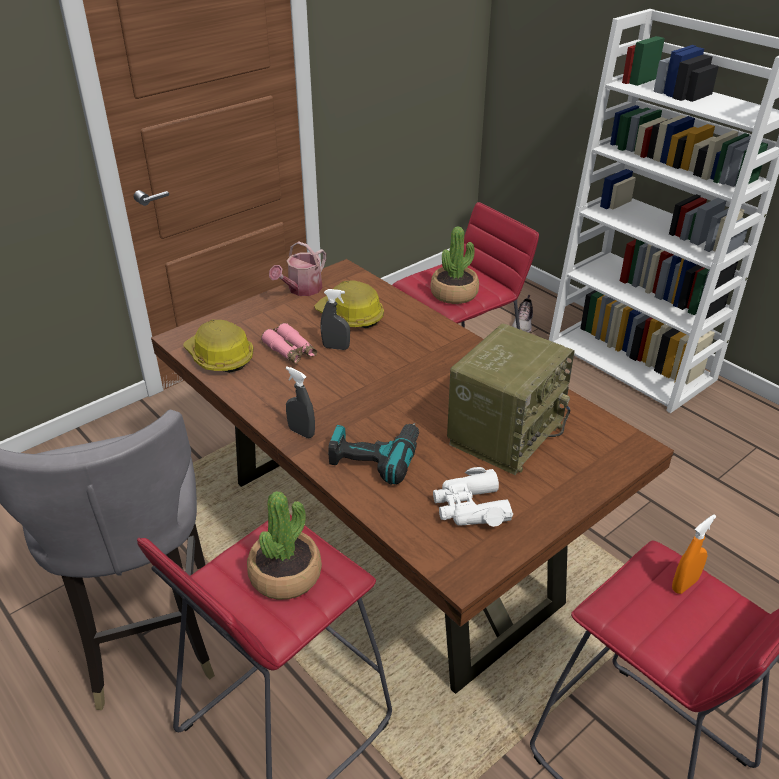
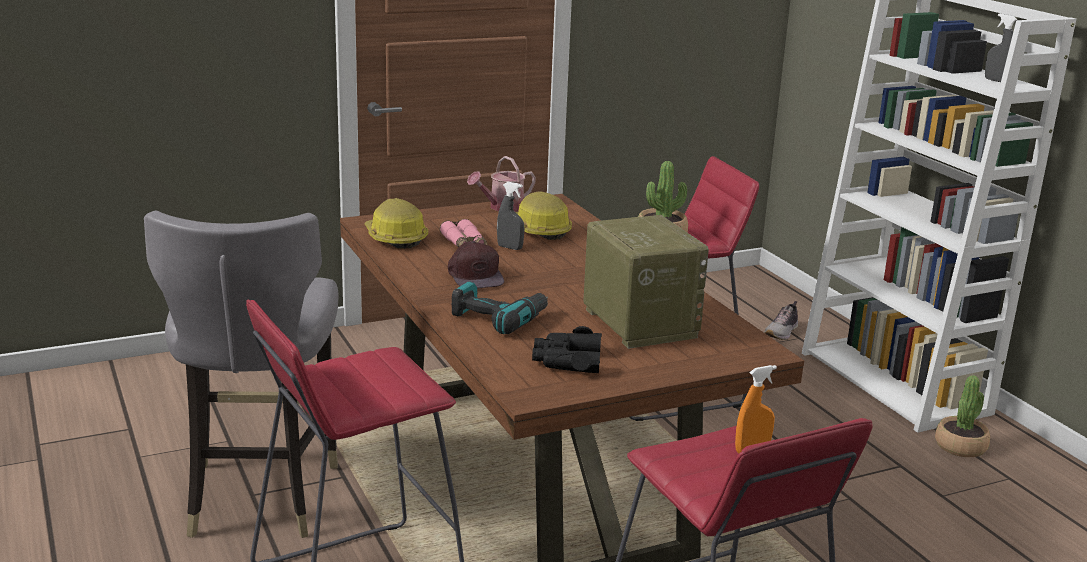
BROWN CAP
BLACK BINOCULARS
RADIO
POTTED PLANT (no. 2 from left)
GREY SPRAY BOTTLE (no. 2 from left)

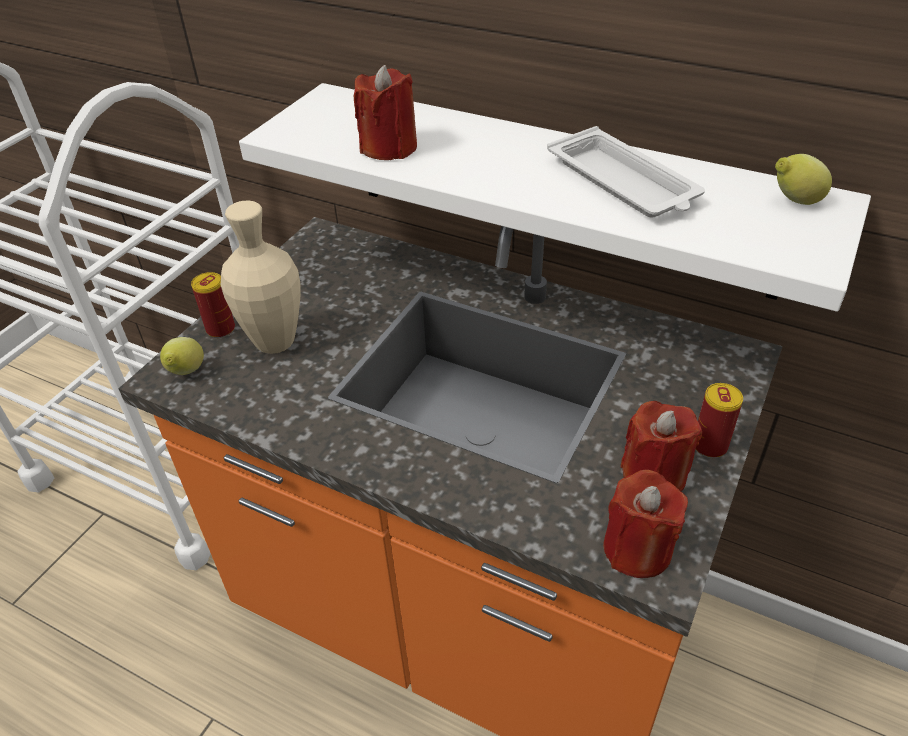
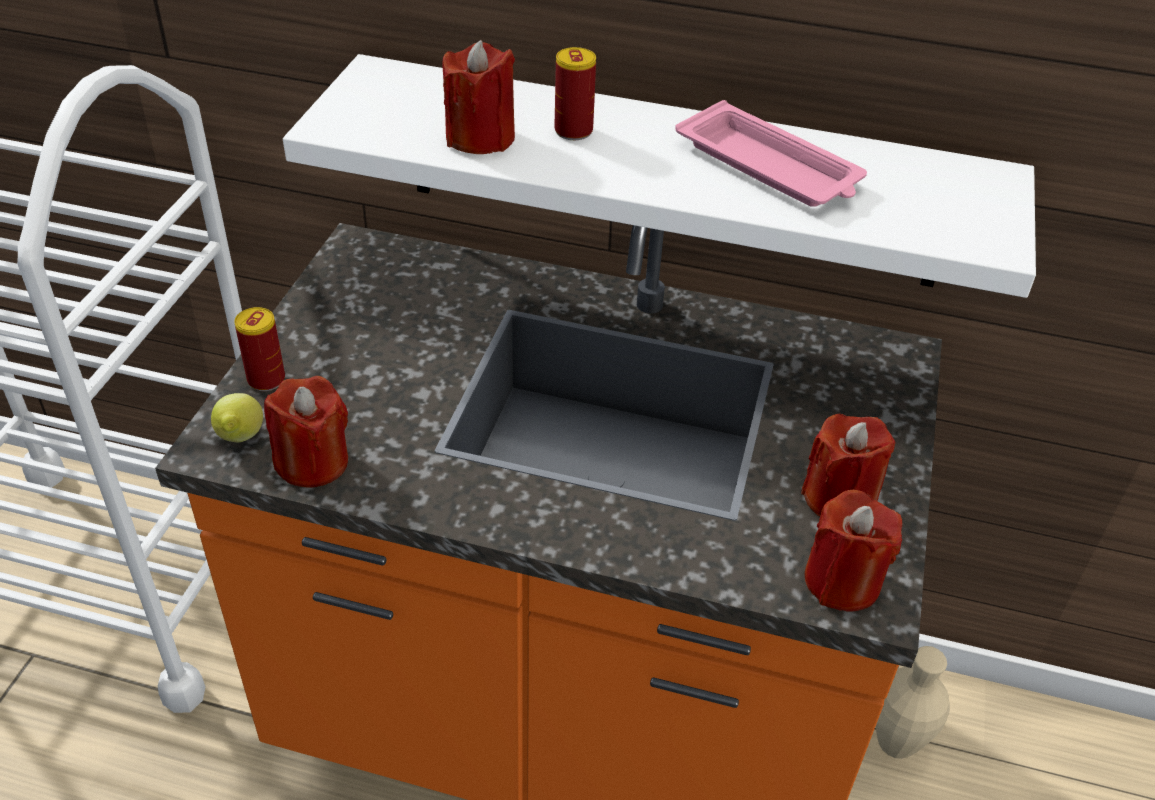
RED CANDLE (no. 1 from left)
CAN (no. 2 from left)
PINK TRAY
BEIGE VASE
LEMON (no. 2 from left in the first image)

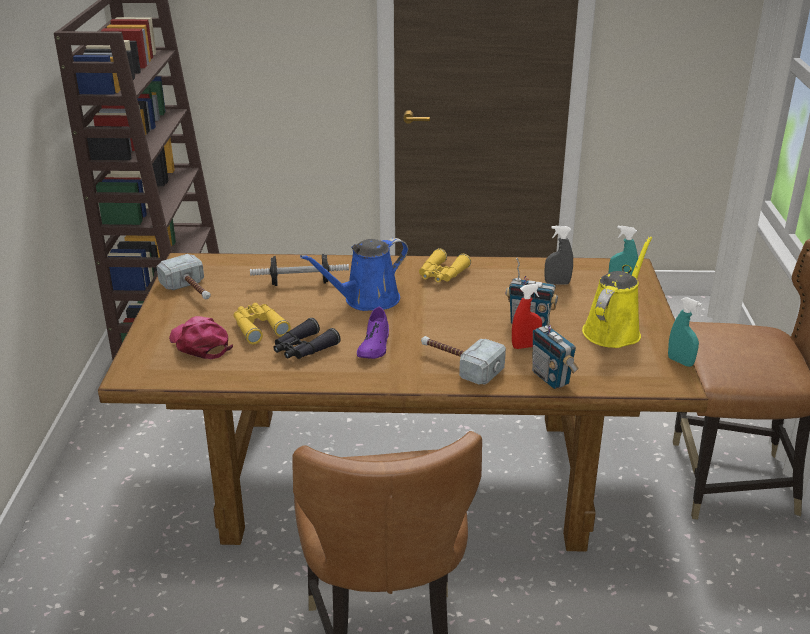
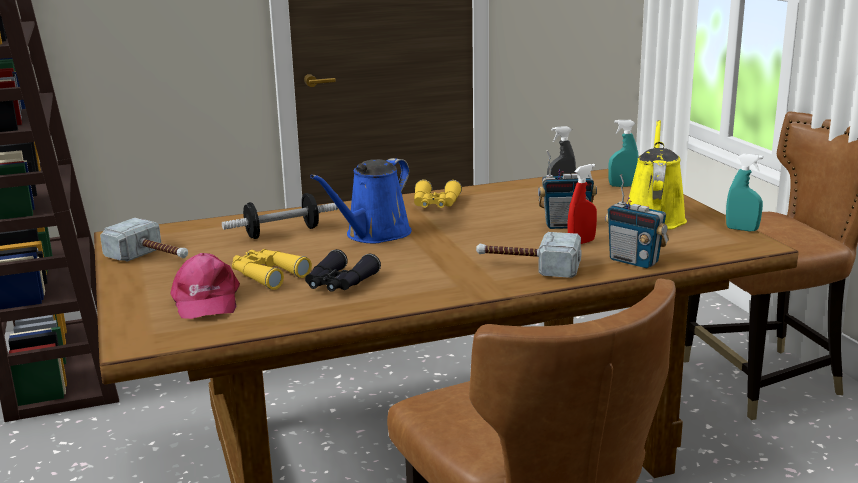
PINK CAP
PURPLE SHOE

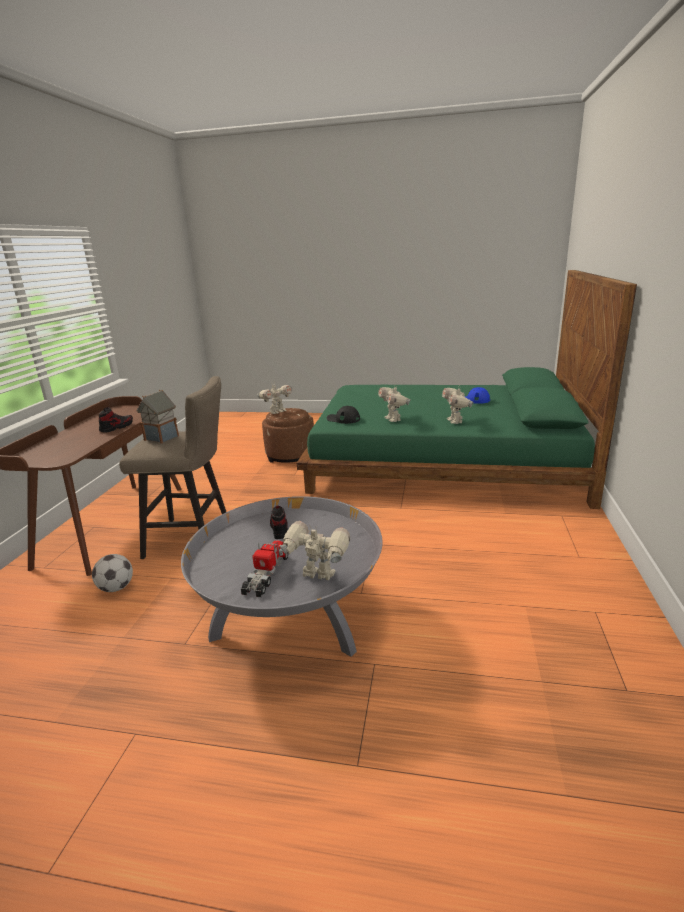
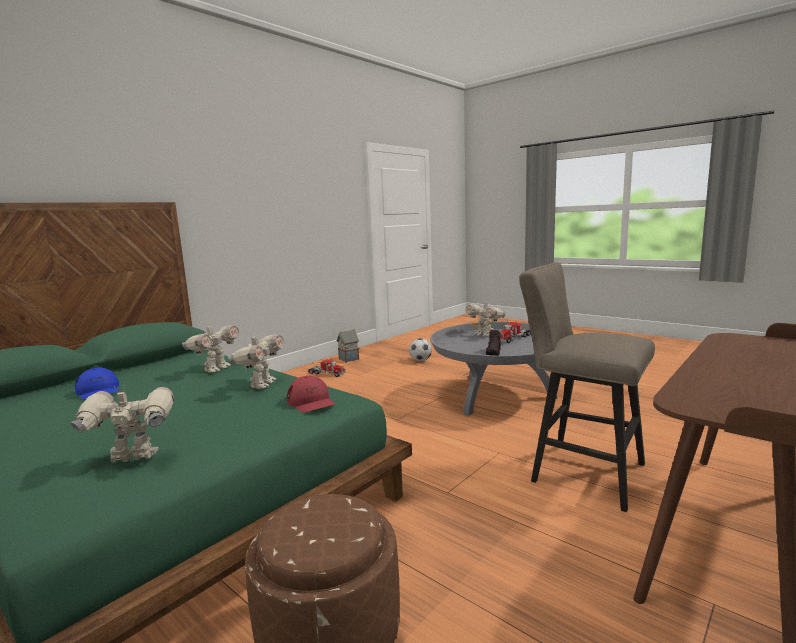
TOY ROBOT (no. 1 from left)
RED CAP
TOY TRUCK (no. 1 from left)
TOY HOUSE
FOOTBALL
SHOE (no. 1 from left in the first image)

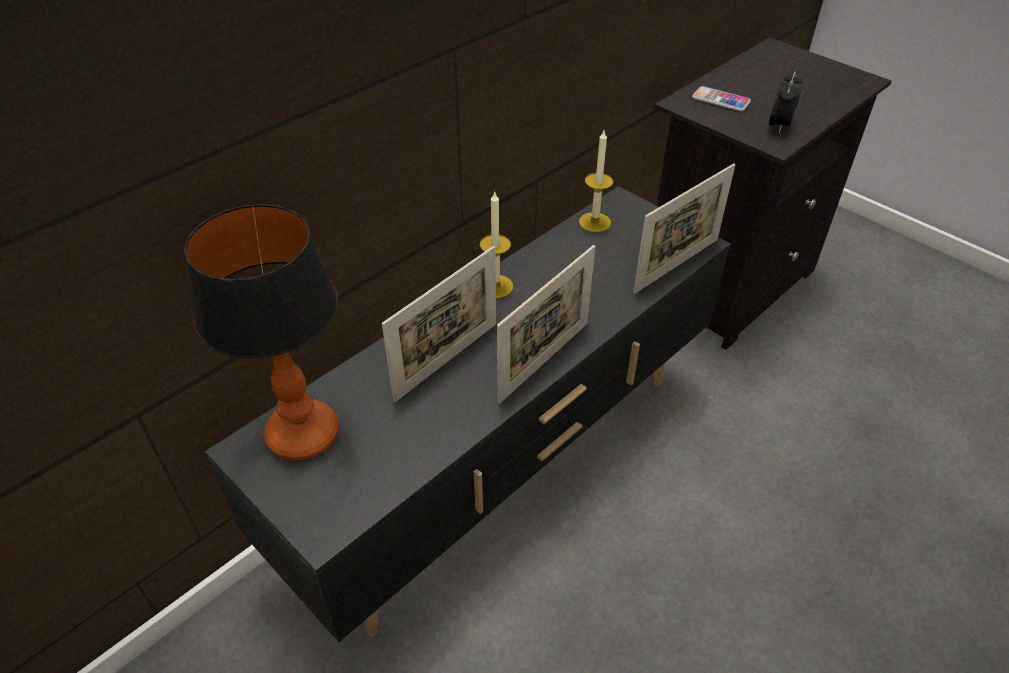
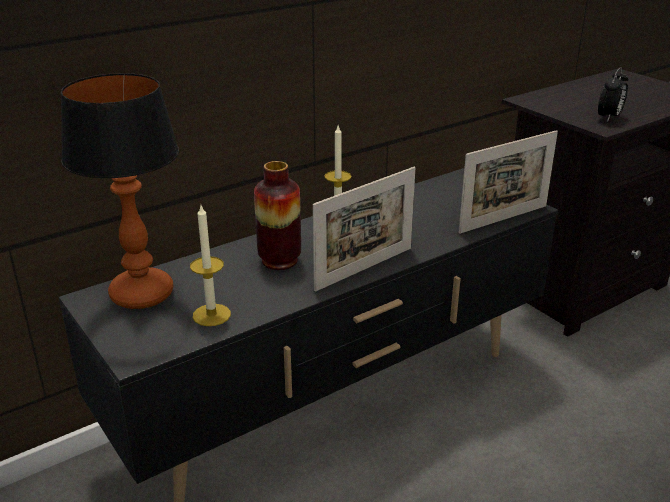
CANDLE (no. 1 from left)
VASE
PHONE

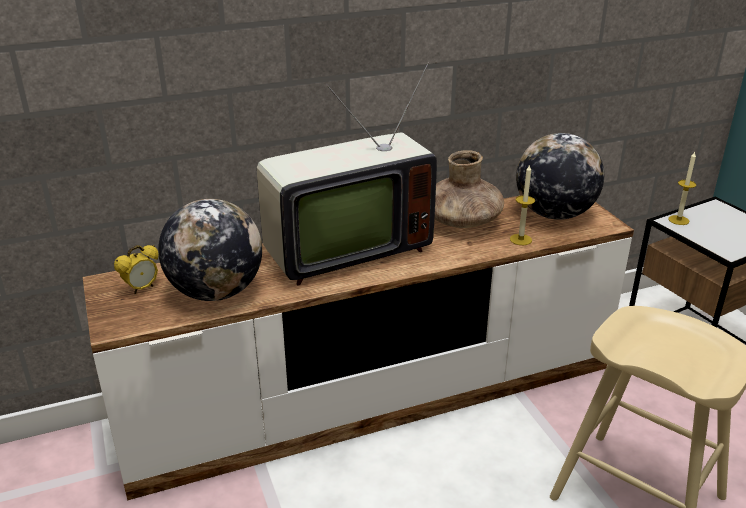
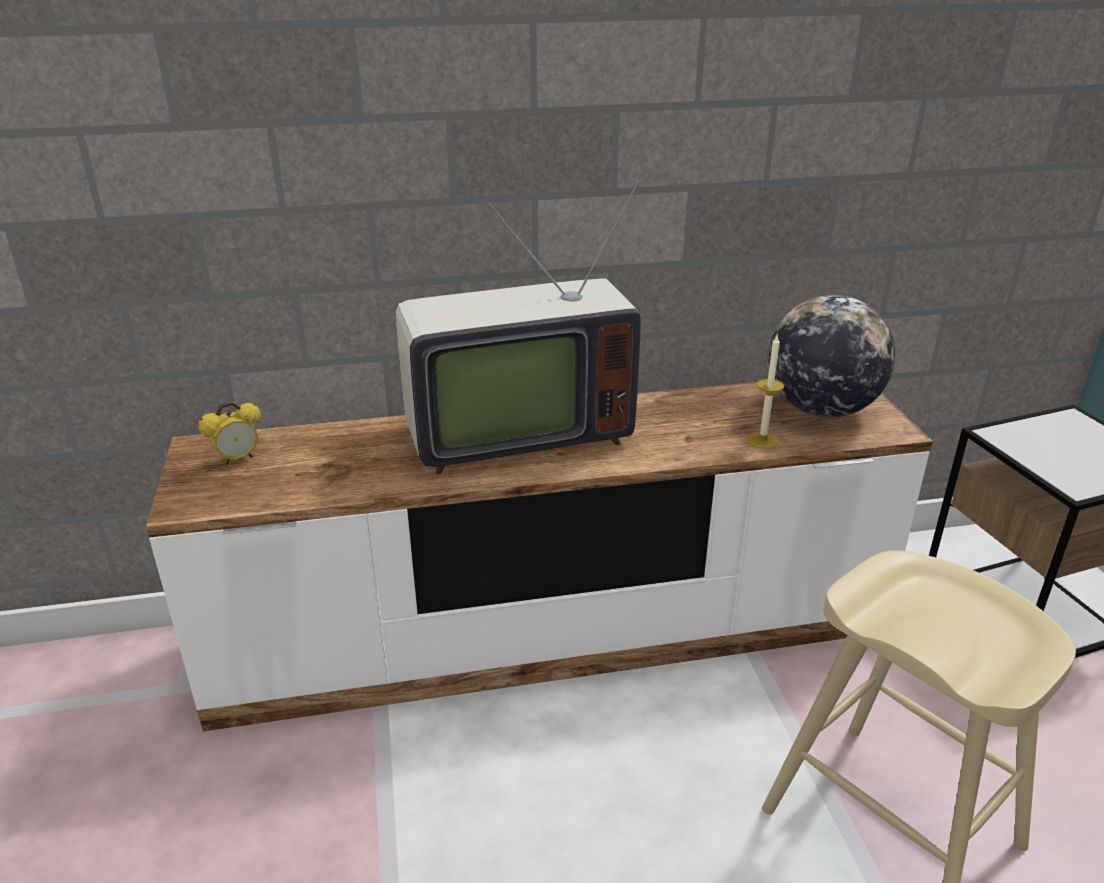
GLOBE (no. 1 from left in the first image)
BROWN VASE
CANDLE (no. 2 from left in the first image)

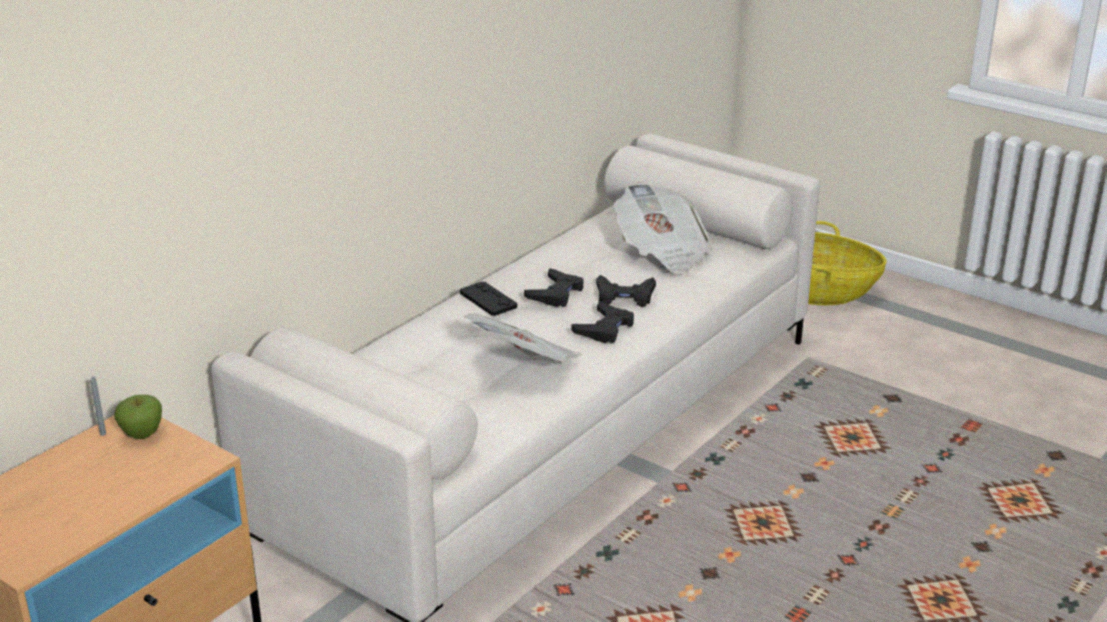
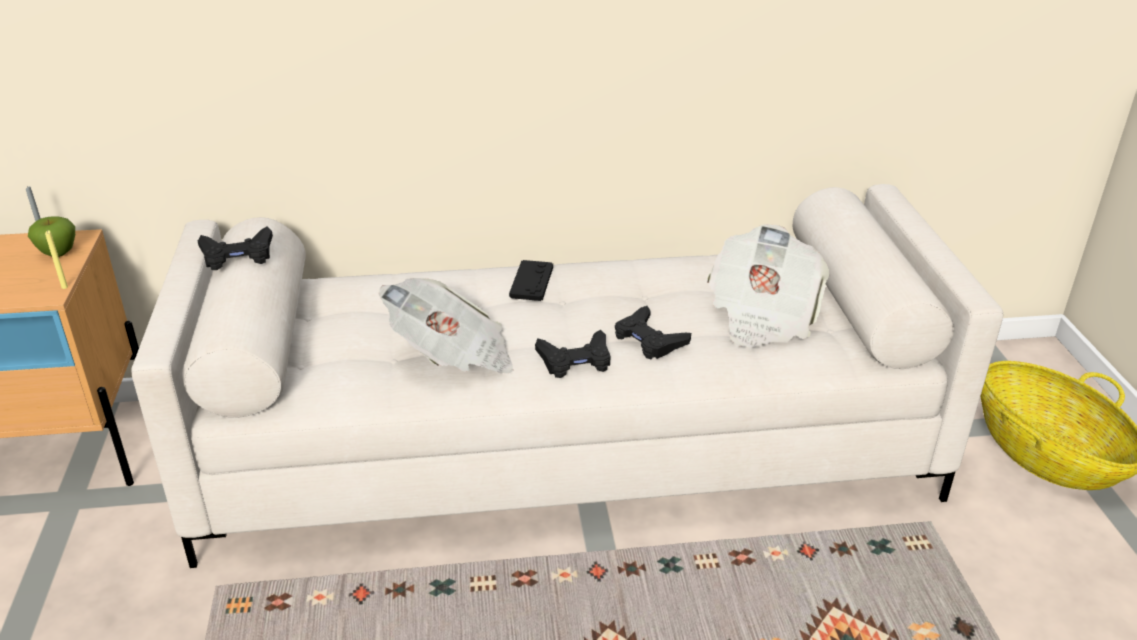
YELLOW CANDLE
BLACK GAME CONTROLLER (no. 1 from left)

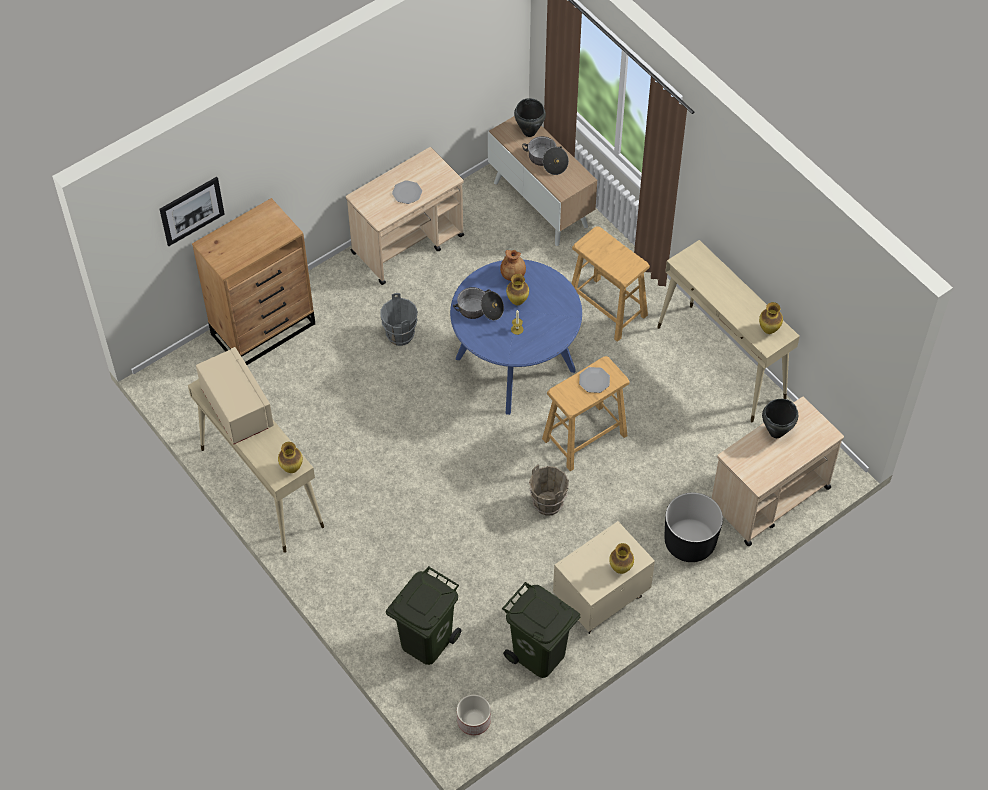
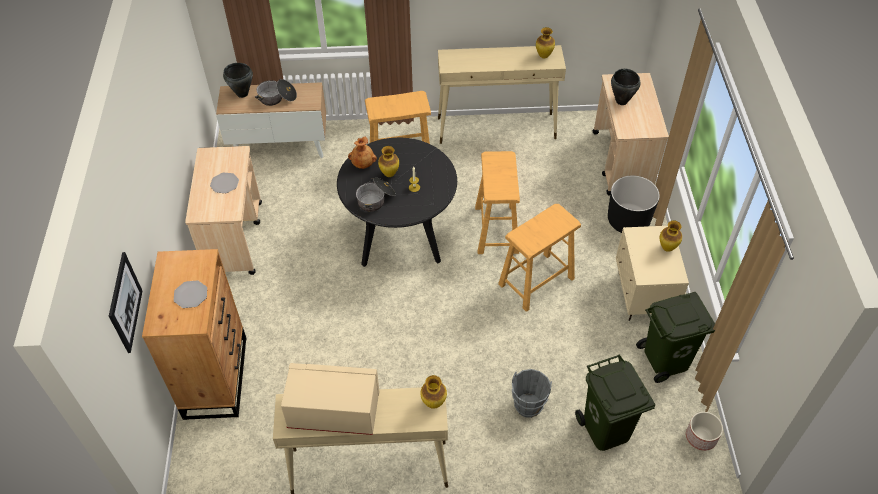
PLATE (no. 1 from left)
BLACK DINING TABLE
BEIGE STOOL (no. 3 from left)
GREY BUCKET

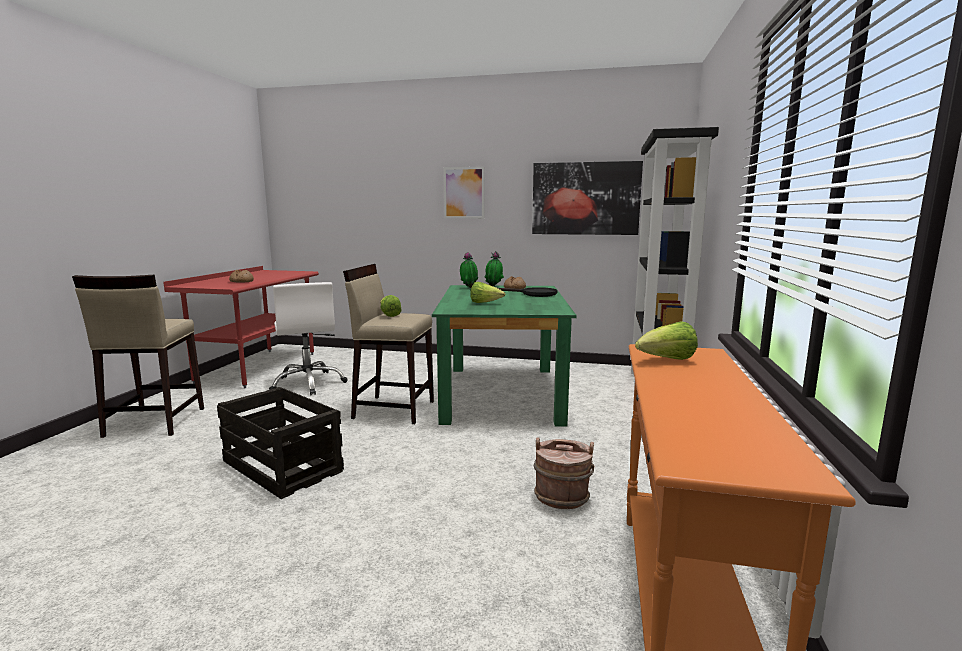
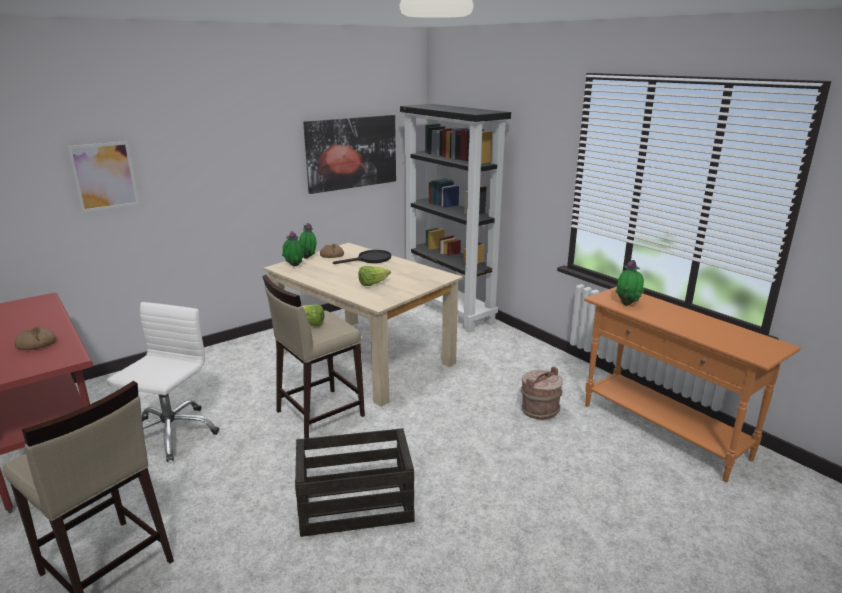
PICTURE (no. 1 from left)
WHITE OFFICE CHAIR
BEIGE DINING TABLE
POTTED PLANT (no. 3 from left)

